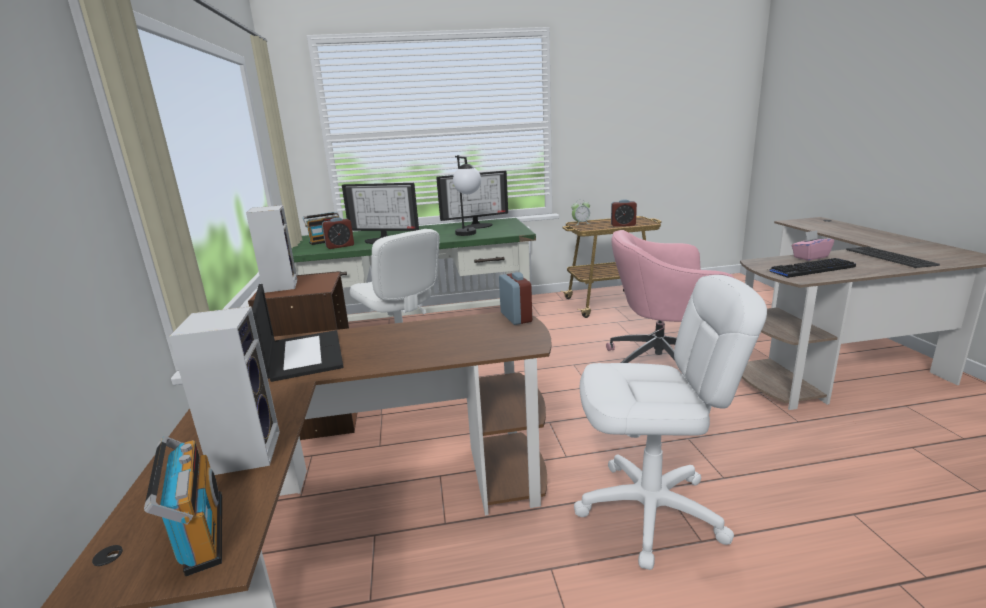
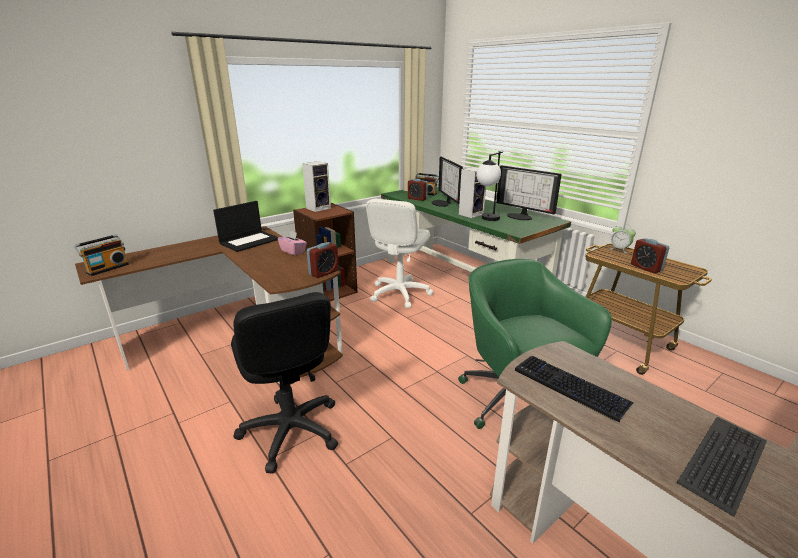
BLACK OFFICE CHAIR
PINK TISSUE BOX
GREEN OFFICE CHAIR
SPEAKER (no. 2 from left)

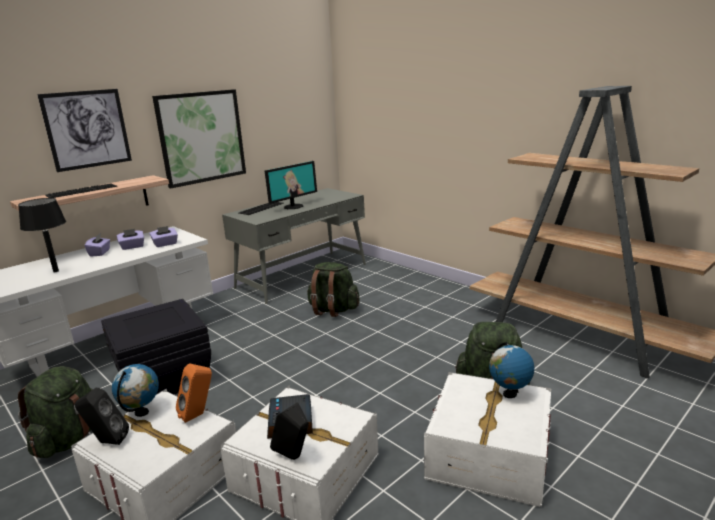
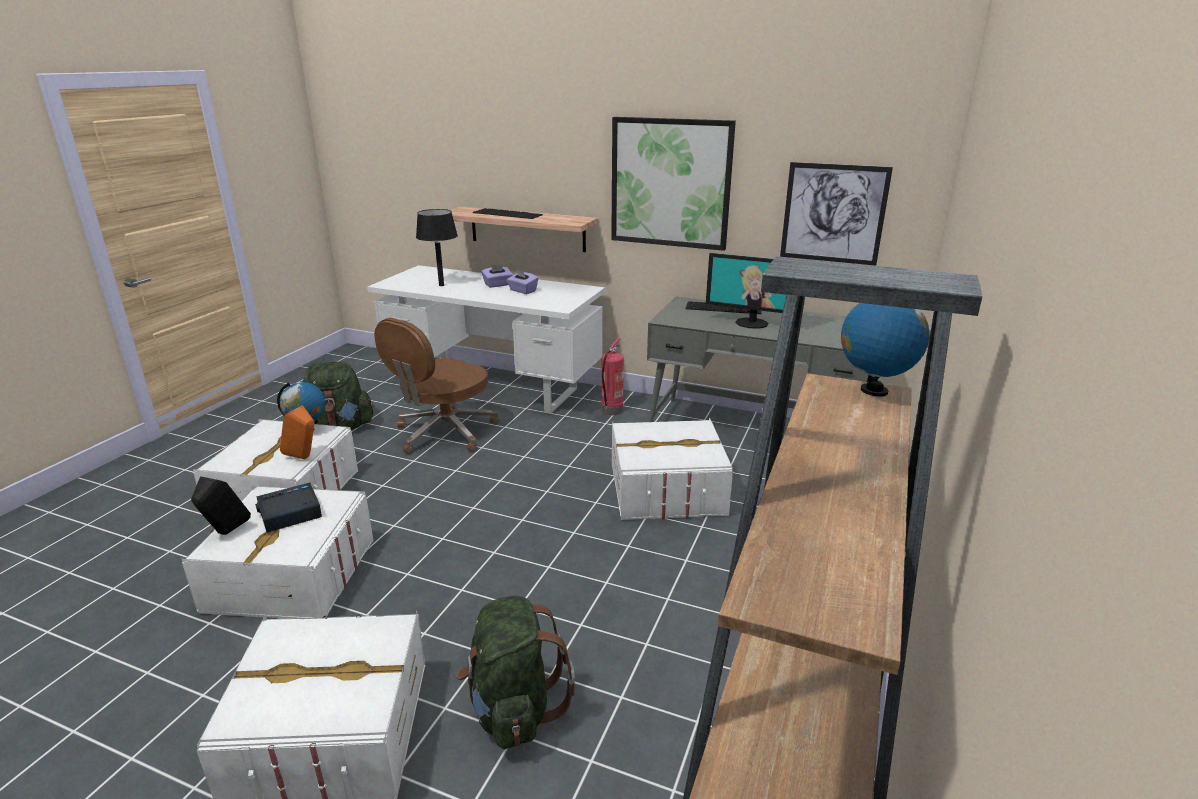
BROWN OFFICE CHAIR
FIRE EXTINGUISHER
WHITE STORAGE BOX (no. 4 from left)
PICTURE (no. 2 from left)
GLOBE (no. 2 from left)
BLACK SPEAKER (no. 1 from left in the first image)
PURPLE TISSUE BOX (no. 3 from left in the first image)

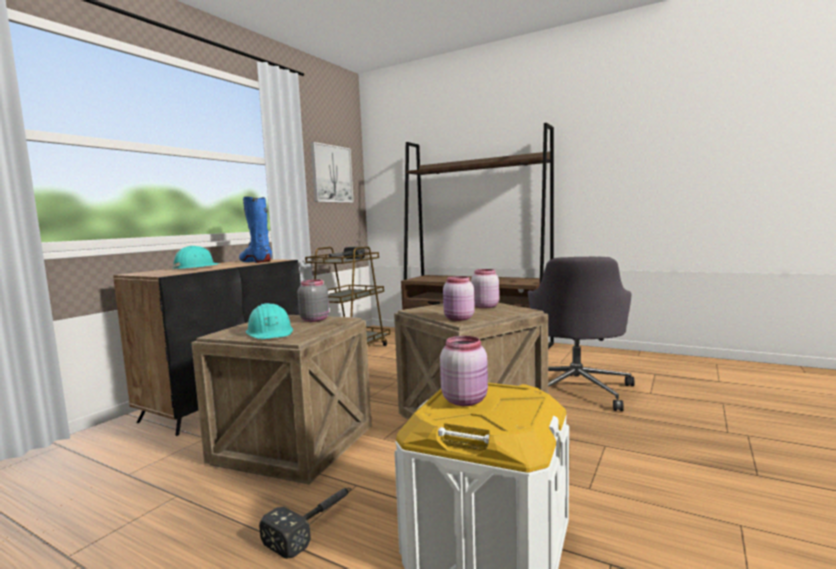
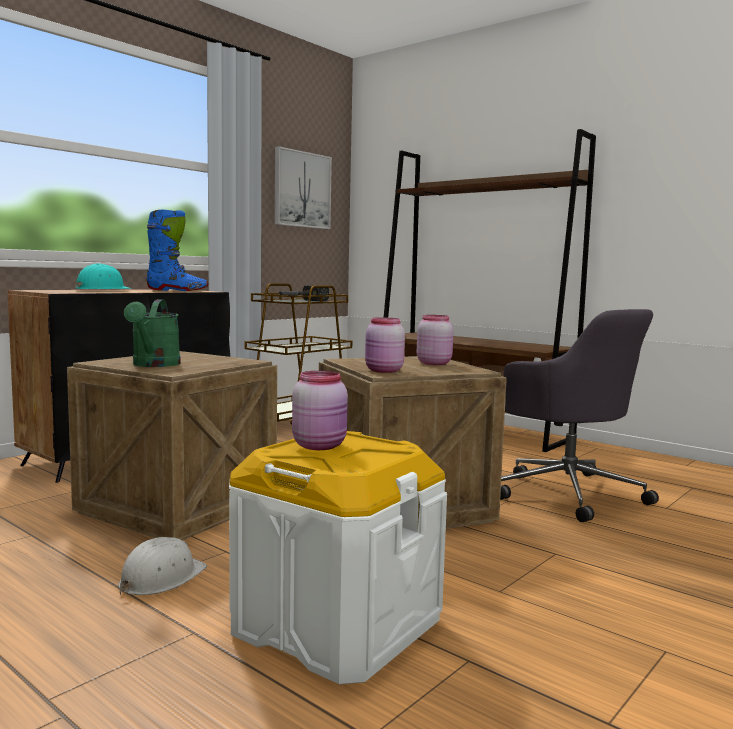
WHITE HARD HAT
GREEN WATERING CAN
BLUE BOOT
GREY OFFICE CHAIR
GREY JAR

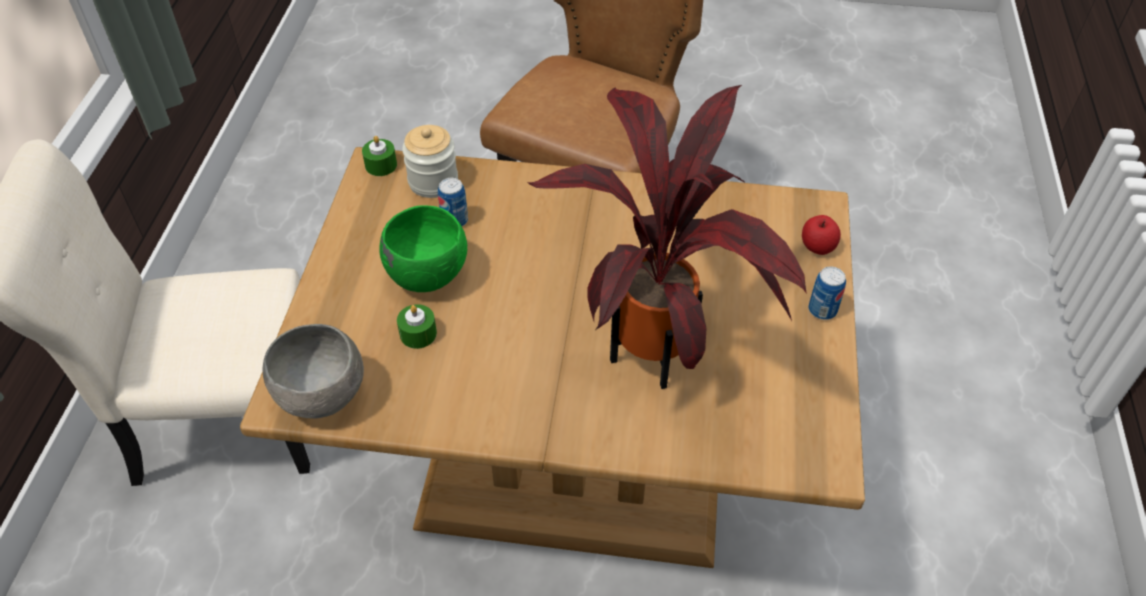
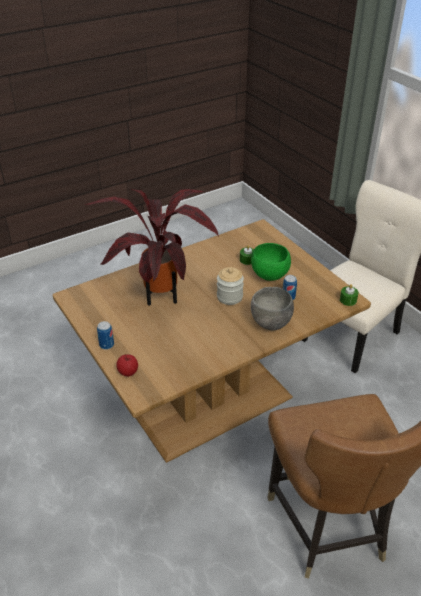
JAR
GREY BOWL

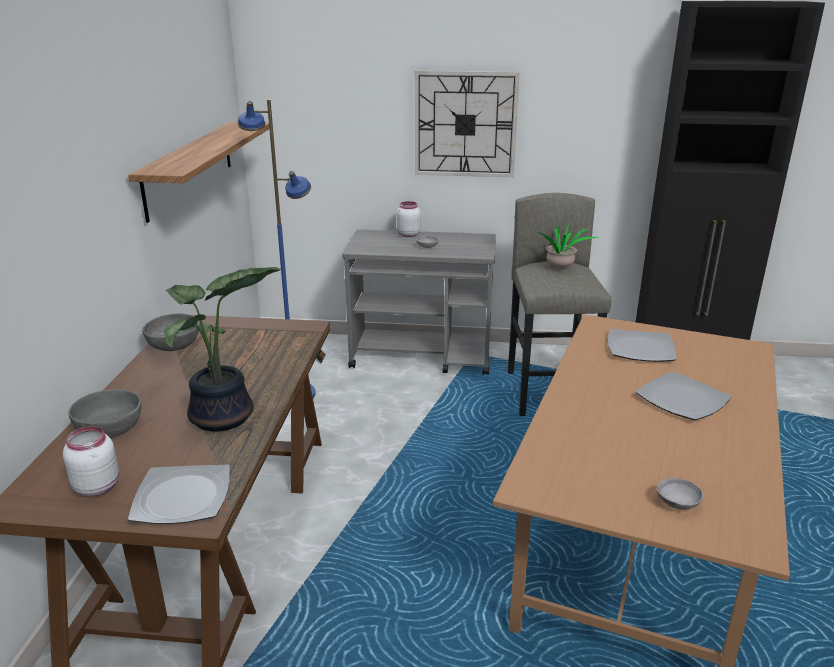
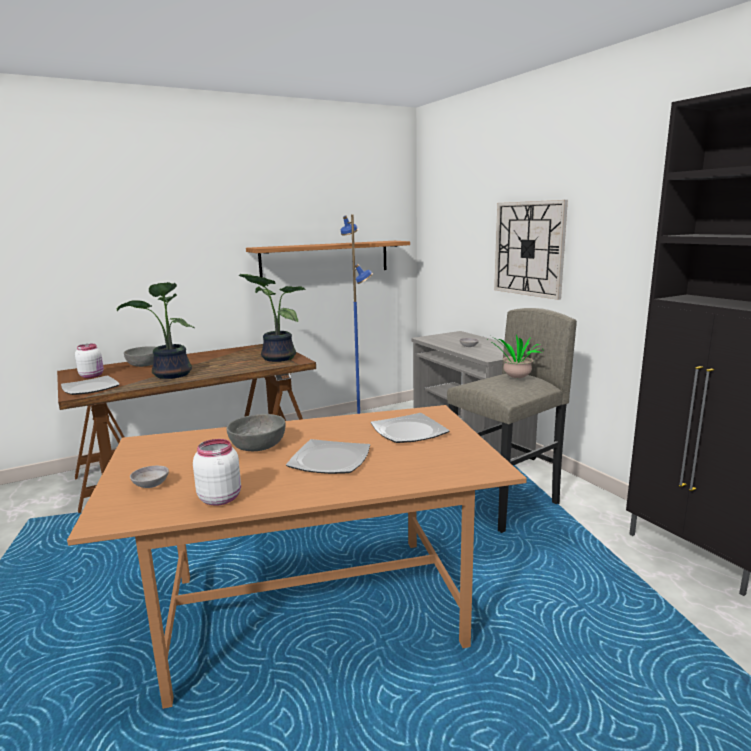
WHITE JAR (no. 2 from left)
GREY BOWL (no. 3 from left)
POTTED PLANT (no. 2 from left)

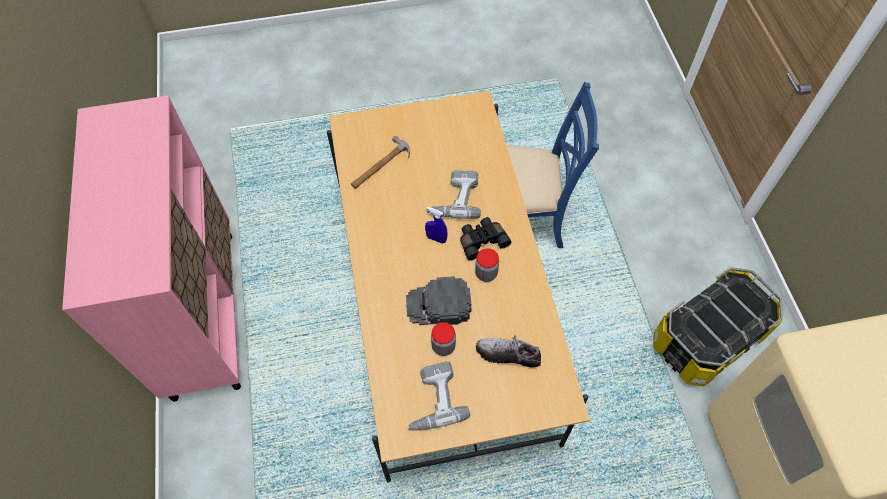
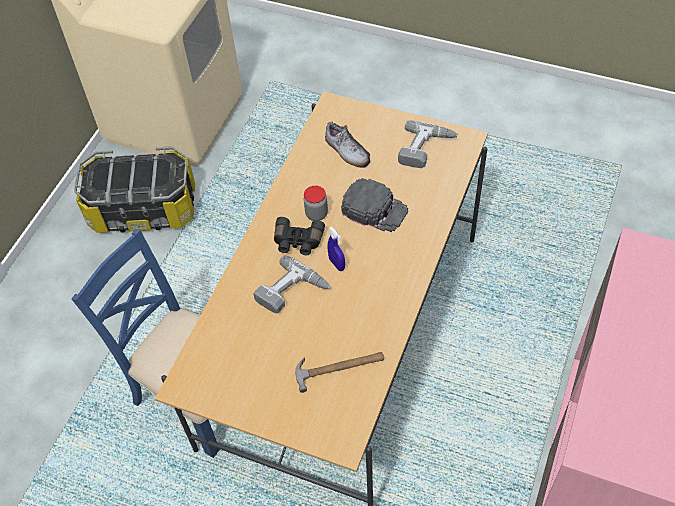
JAR (no. 1 from left in the first image)

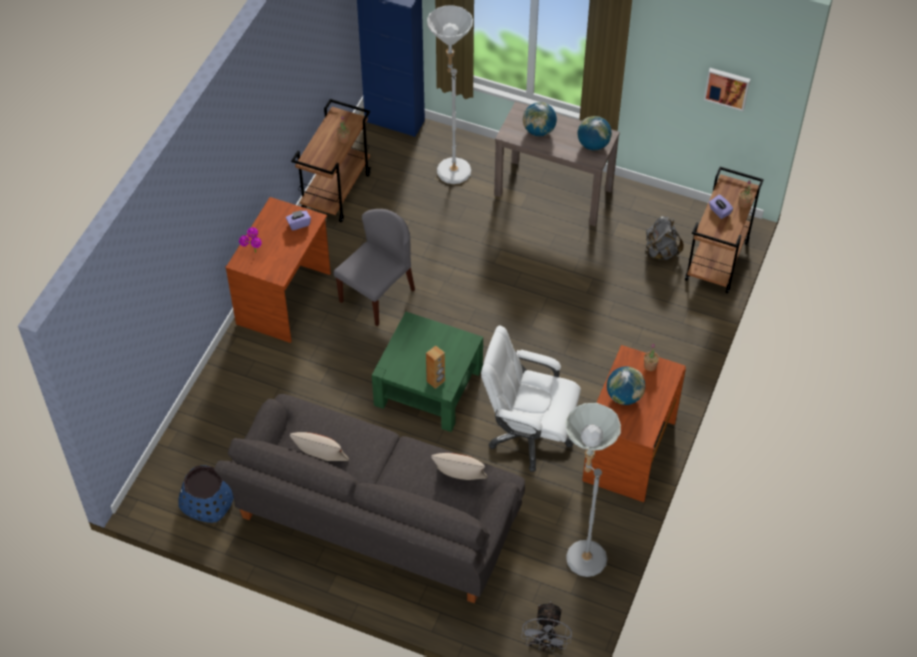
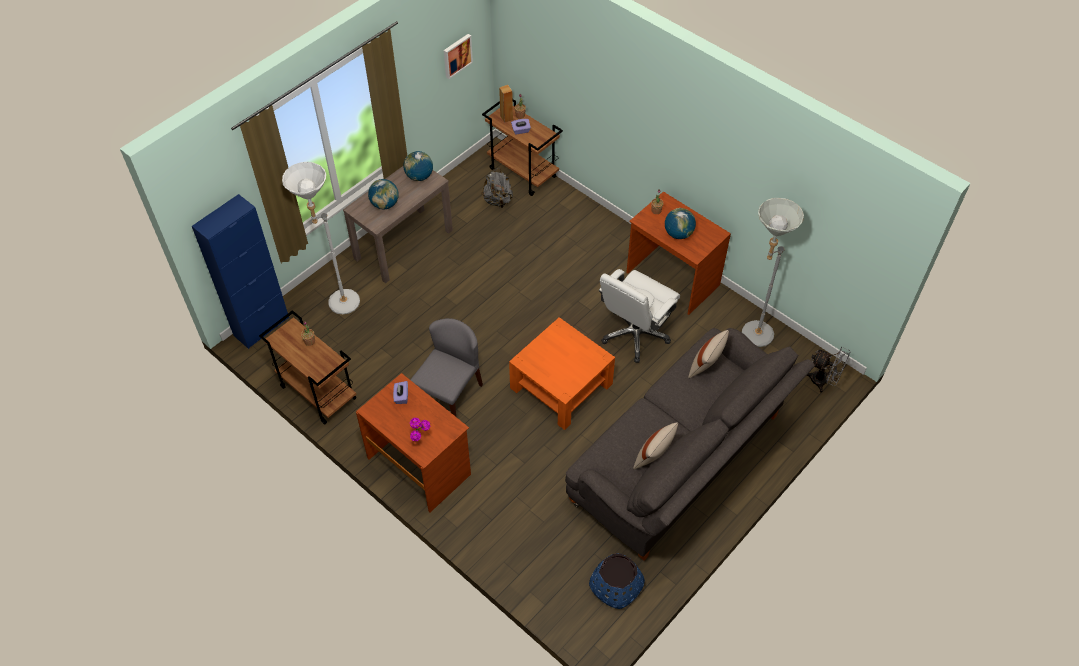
GREY CHAIR
BROWN SPEAKER
ORANGE COFFEE TABLE

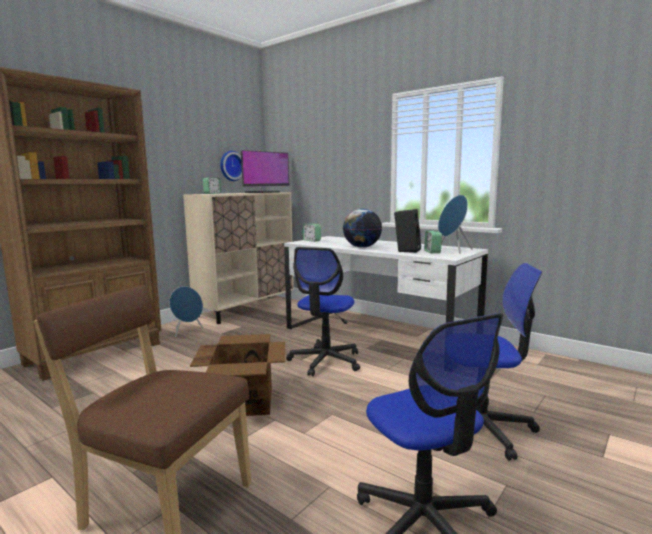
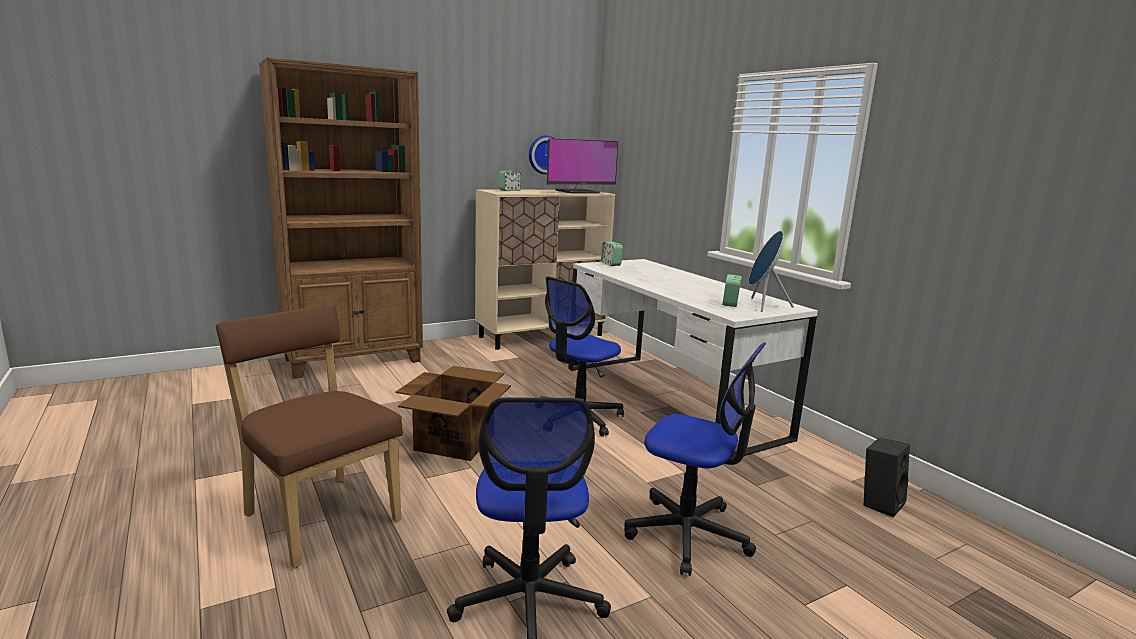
BLACK SPEAKER
BLUE SPEAKER (no. 1 from left in the first image)
GLOBE

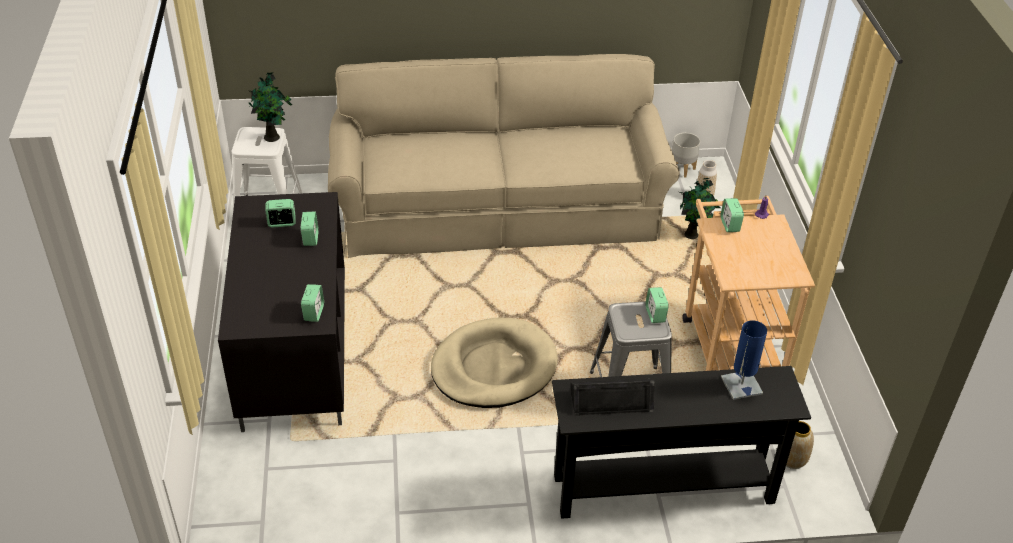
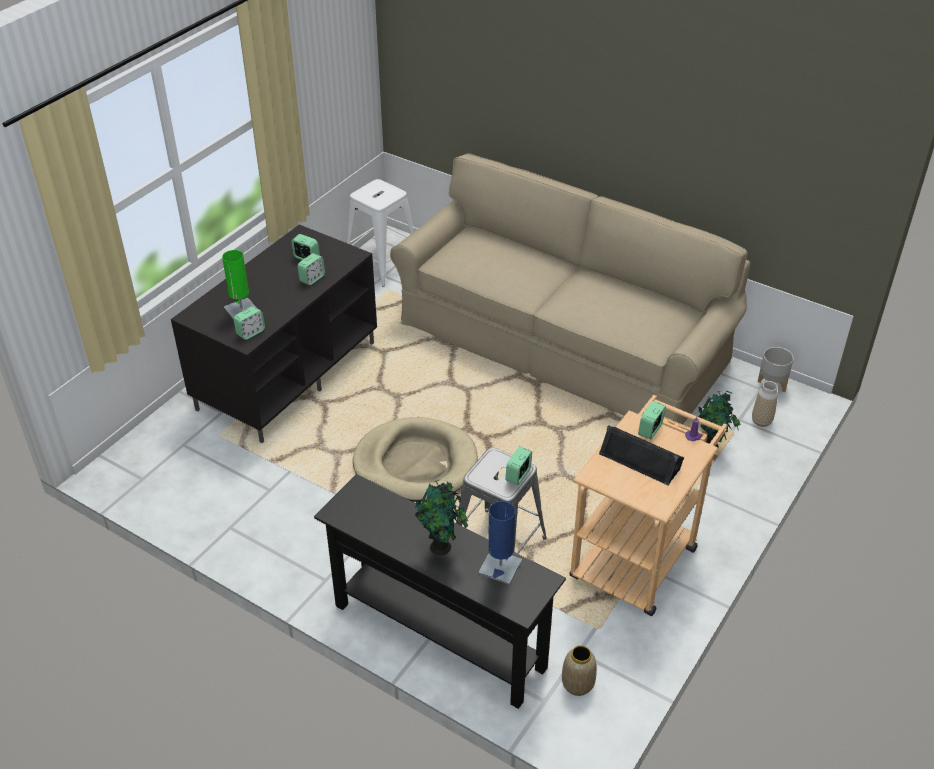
GREEN TABLE LAMP
POTTED PLANT (no. 1 from left)
BLACK SPEAKER

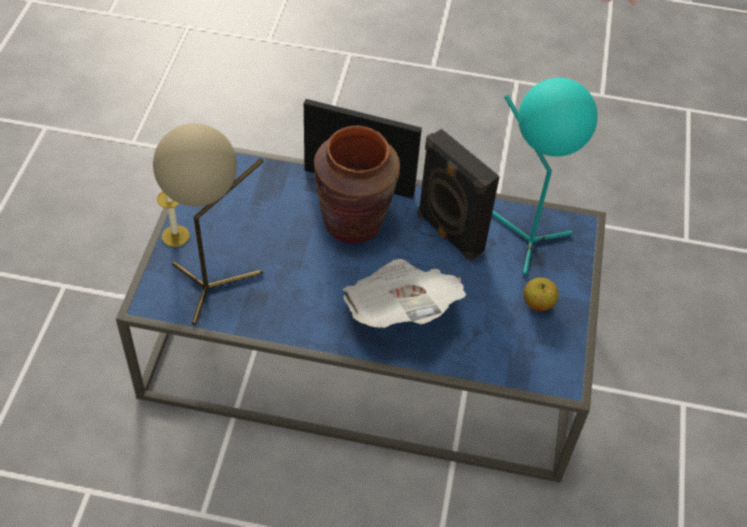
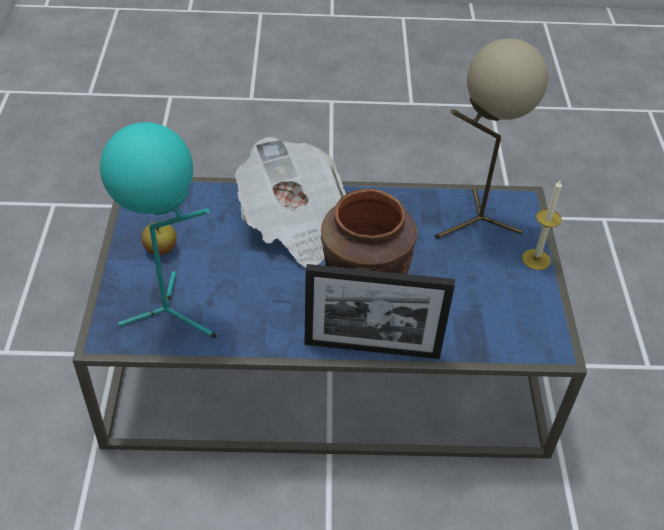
BLACK SPEAKER

